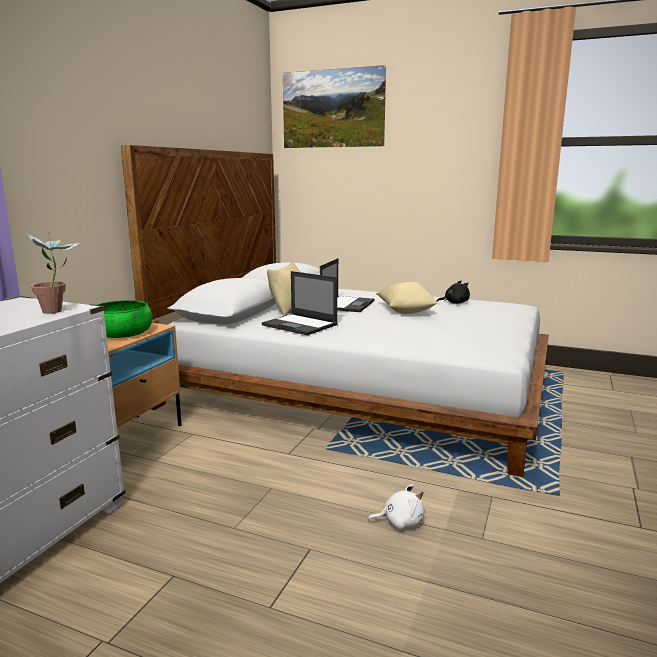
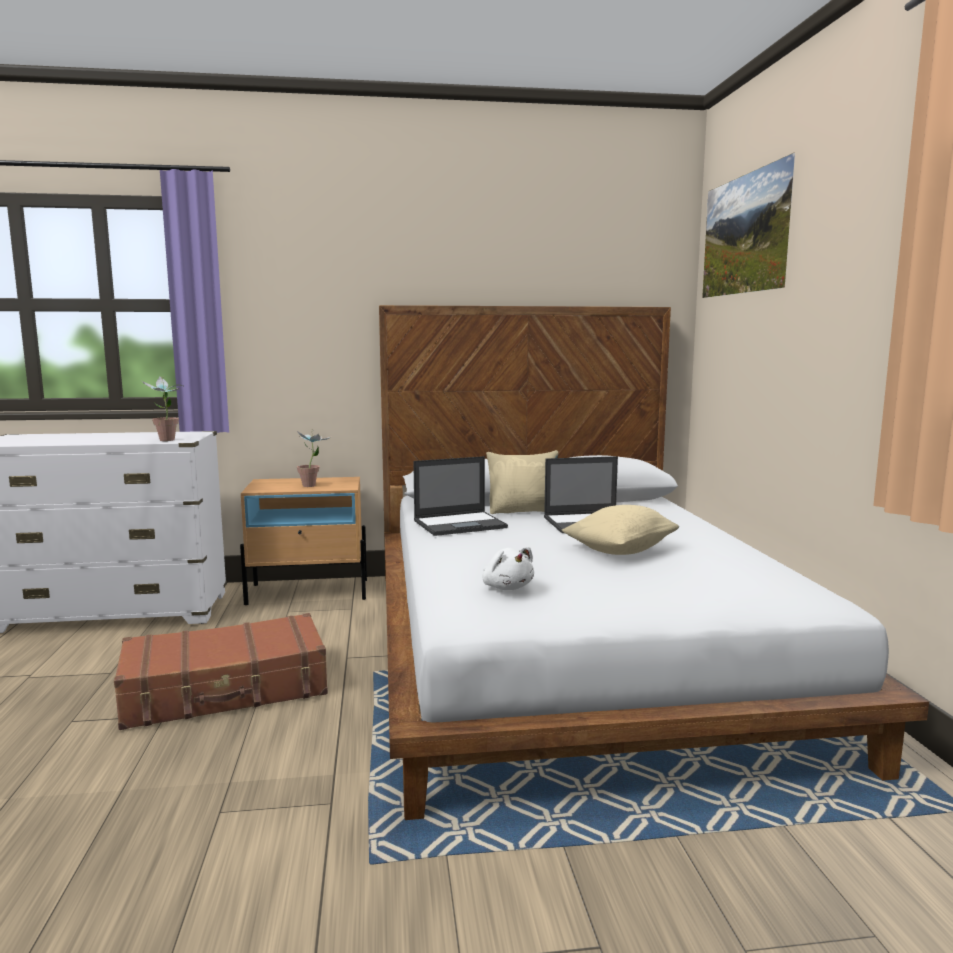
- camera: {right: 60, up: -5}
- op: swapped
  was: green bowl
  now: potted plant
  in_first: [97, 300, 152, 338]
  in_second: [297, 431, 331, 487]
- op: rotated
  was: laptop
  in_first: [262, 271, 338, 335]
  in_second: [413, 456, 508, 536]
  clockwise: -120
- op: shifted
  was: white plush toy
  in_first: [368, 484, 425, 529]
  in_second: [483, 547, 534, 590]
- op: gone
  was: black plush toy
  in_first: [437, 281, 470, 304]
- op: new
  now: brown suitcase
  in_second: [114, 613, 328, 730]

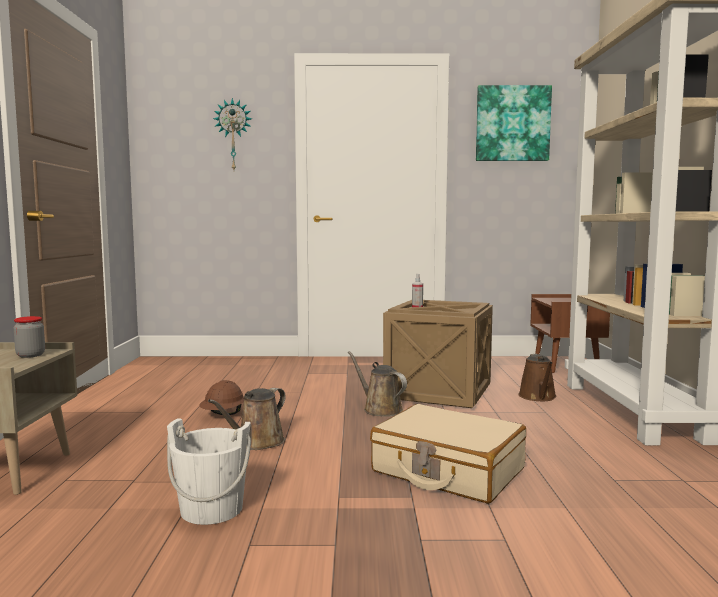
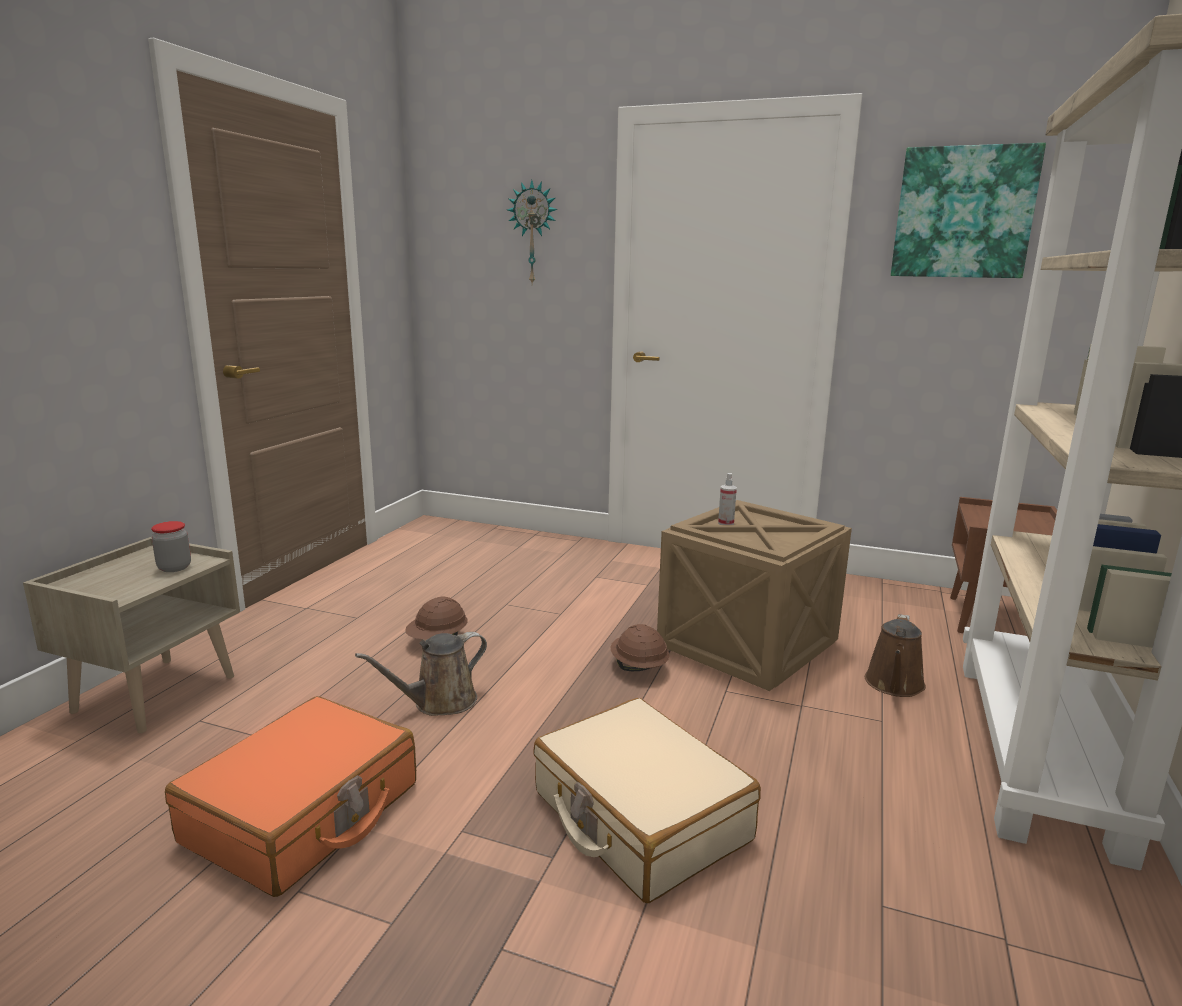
- camera: {right: 20, up: 10}
- op: swapped
  was: white bucket
  now: orange suitcase
  in_first: [167, 418, 251, 525]
  in_second: [165, 696, 416, 897]
- op: swapped
  was: brown watering can
  now: brown hard hat
  in_first: [348, 351, 407, 417]
  in_second: [611, 624, 669, 671]

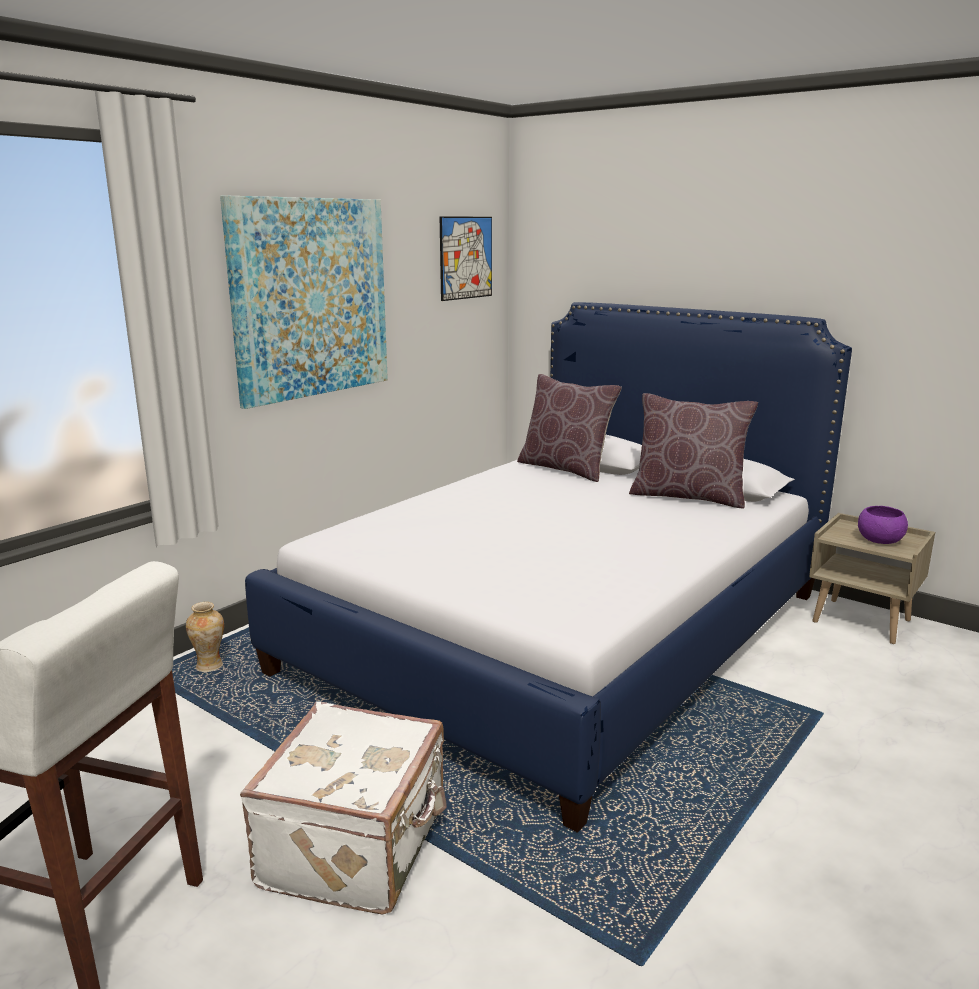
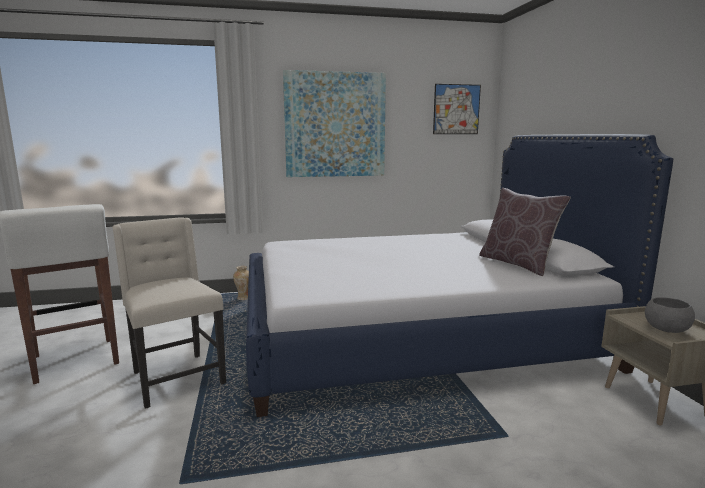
- camera: {right: 40, up: -5}
- op: swapped
  was: white suitcase
  now: beige chair
  in_first: [240, 701, 447, 915]
  in_second: [112, 217, 226, 409]
- op: gone
  was: brown pillow
  in_first: [517, 374, 622, 482]
- op: repainted
  was: purple bowl
  now: grey bowl
  in_first: [858, 506, 908, 544]
  in_second: [645, 298, 695, 333]

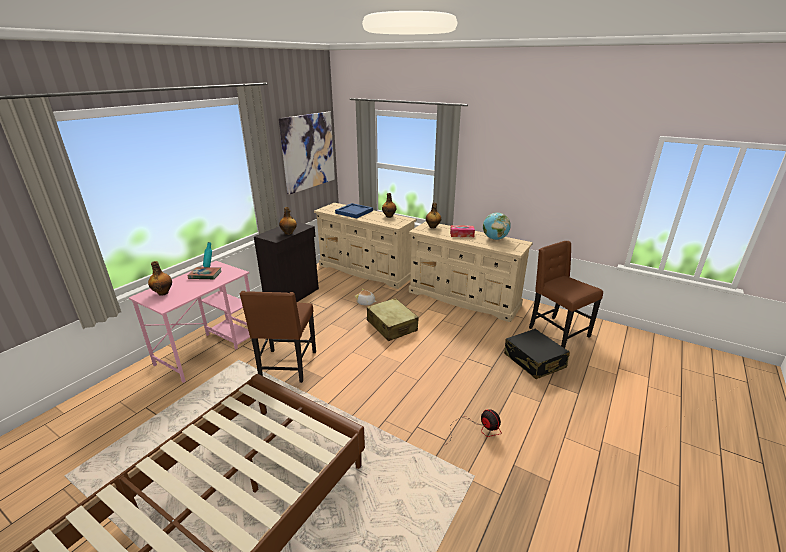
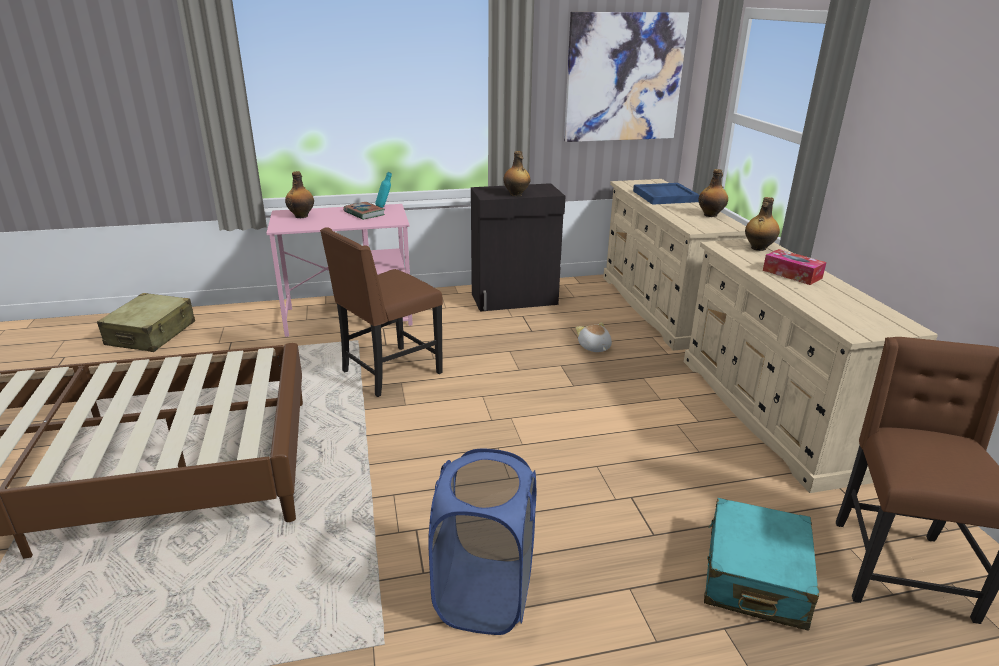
- camera: {right: 45, up: 0}
- op: shifted
  was: beige suitcase
  in_first: [367, 298, 419, 341]
  in_second: [97, 293, 195, 352]
- op: swapped
  was: fan
  now: blue laundry basket
  in_first: [445, 409, 502, 445]
  in_second: [429, 449, 537, 635]
- op: gone
  was: globe
  in_first: [483, 213, 511, 240]
- op: repainted
  was: black suitcase
  now: turquoise suitcase
  in_first: [504, 329, 570, 379]
  in_second: [704, 498, 819, 631]

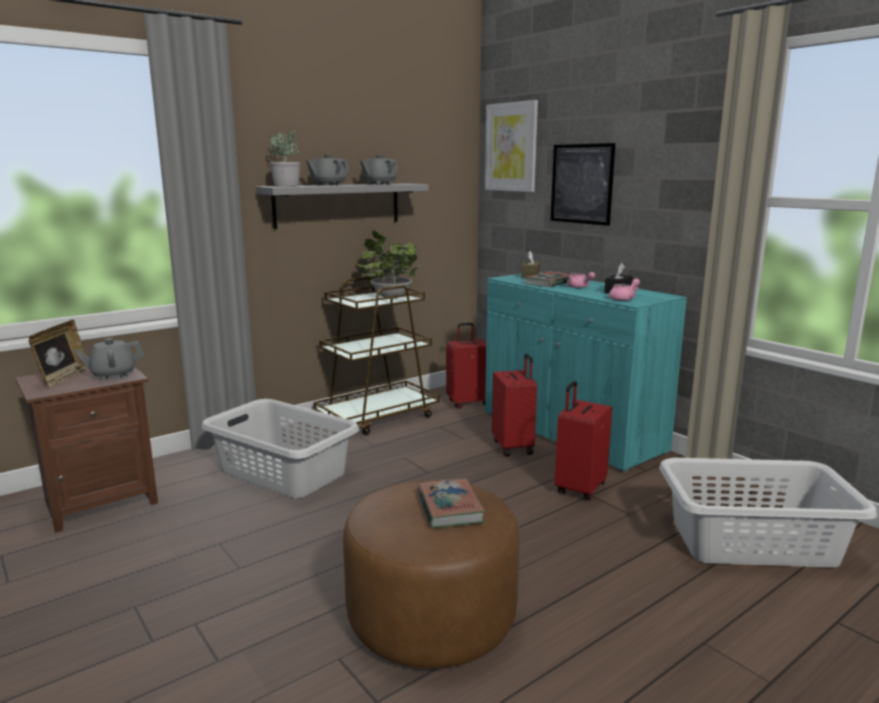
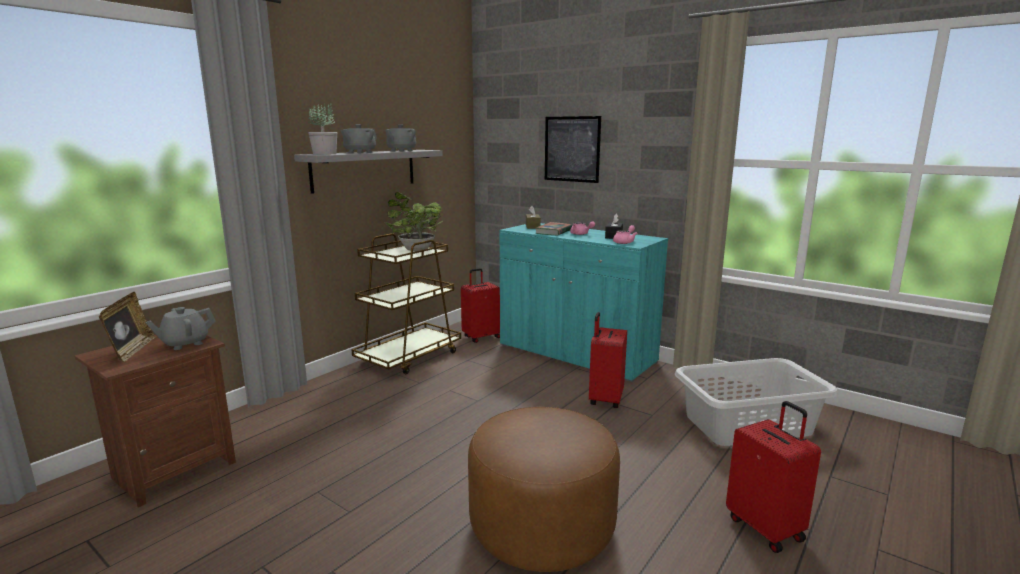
- camera: {right: -15, up: 0}
- op: gone
  was: grey laundry basket
  in_first: [201, 399, 359, 498]
- op: gone
  was: book
  in_first: [417, 479, 486, 528]
- op: gone
  was: picture
  in_first: [485, 100, 538, 192]
- op: shifted
  was: red suitcase
  in_first: [492, 353, 537, 457]
  in_second: [726, 401, 821, 553]

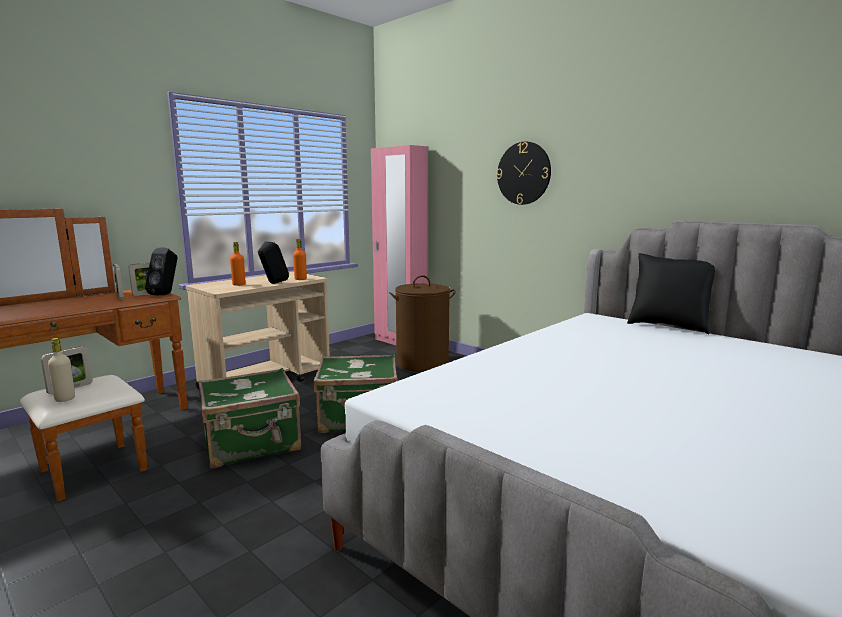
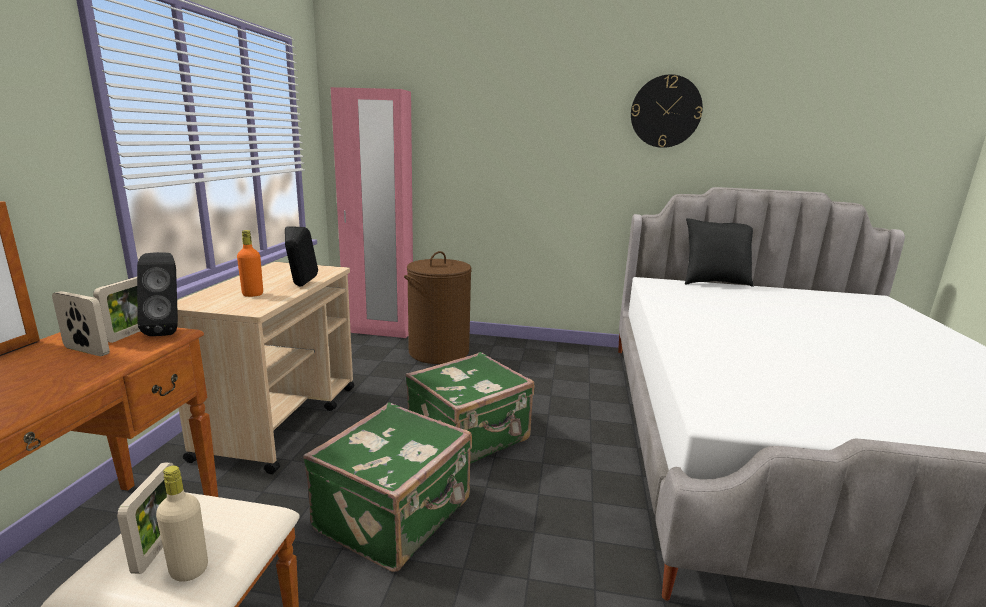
- camera: {right: -35, up: 5}
- op: gone
  was: orange bottle
  in_first: [293, 239, 307, 280]
- op: shifted
  was: wall clock
  in_first: [496, 142, 551, 205]
  in_second: [631, 74, 703, 148]

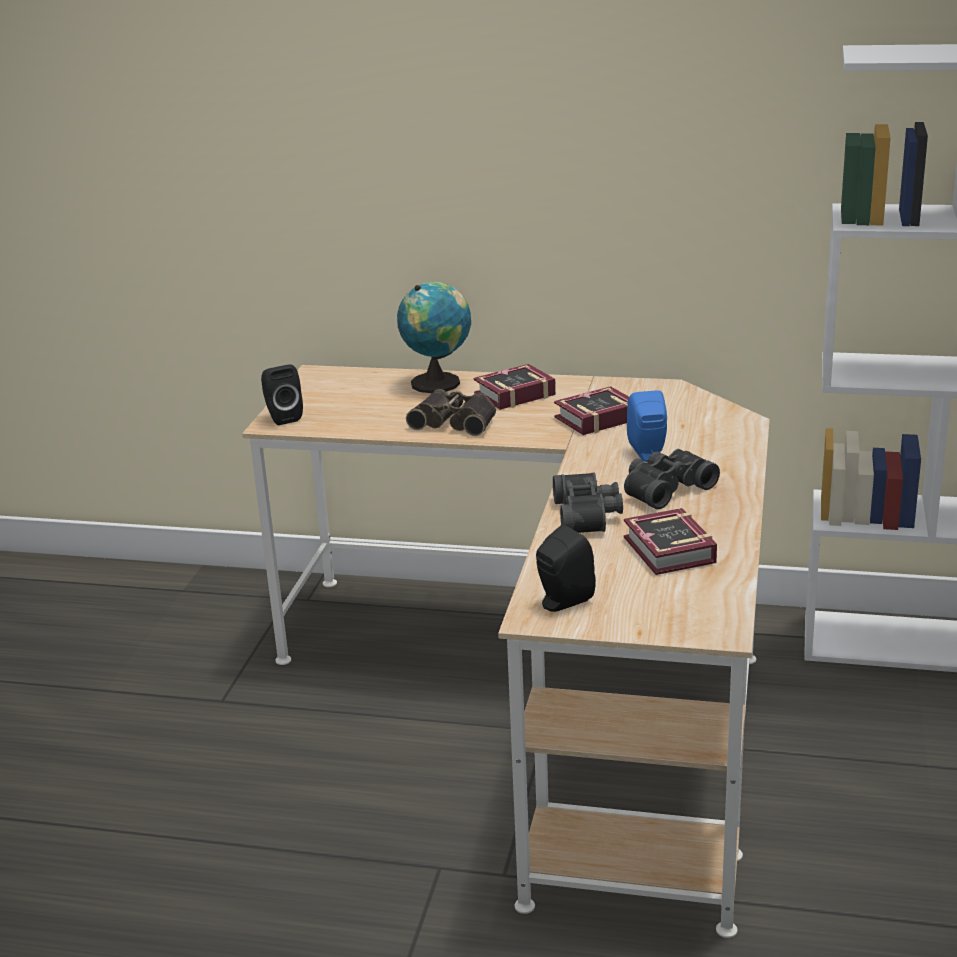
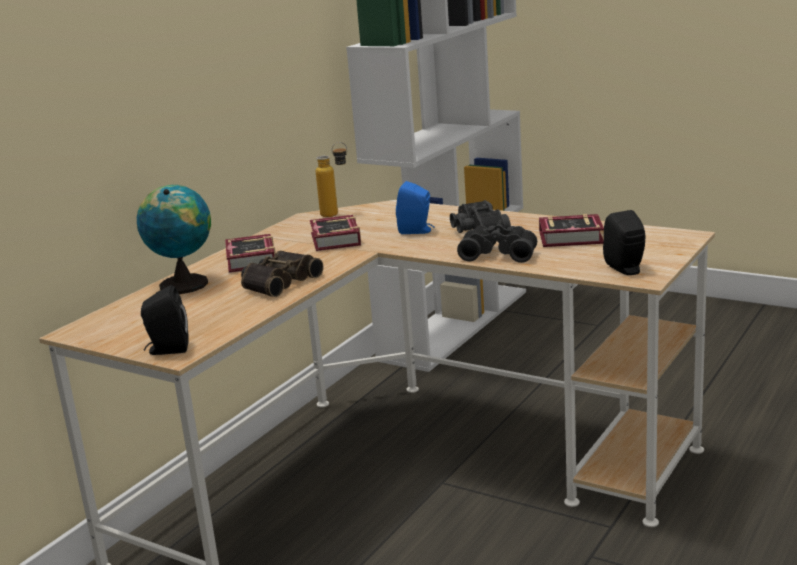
- camera: {right: -70, up: -5}
- op: new
  now: bottle
  in_second: [316, 142, 347, 217]

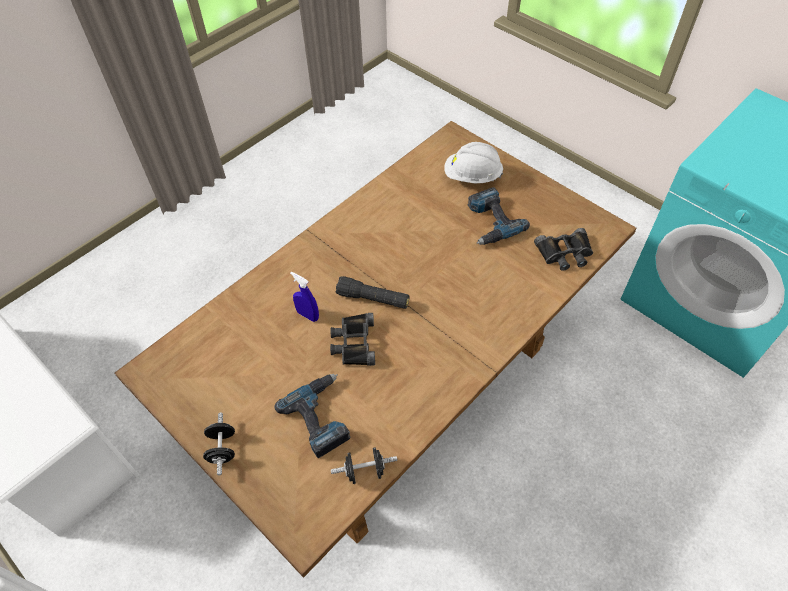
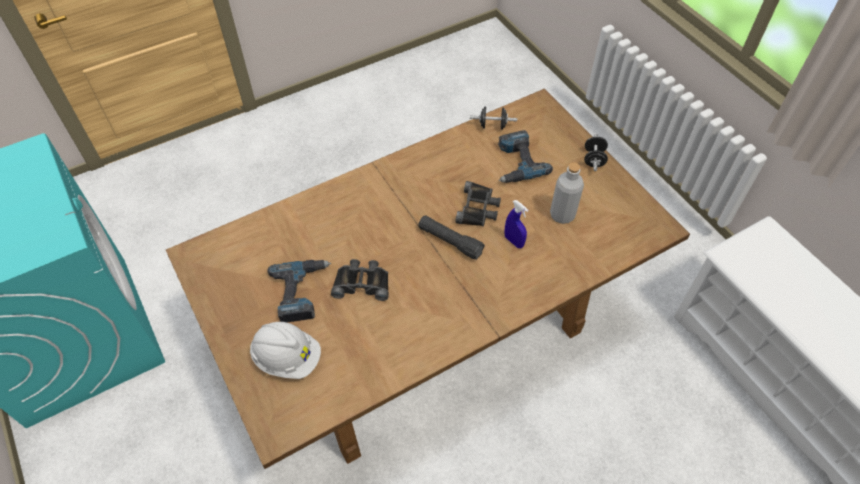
- camera: {right: -165, up: 0}
- op: shifted
  was: black binoculars
  in_first: [534, 228, 593, 271]
  in_second: [331, 259, 389, 301]
- op: new
  now: grey bottle
  in_second: [550, 163, 584, 224]

